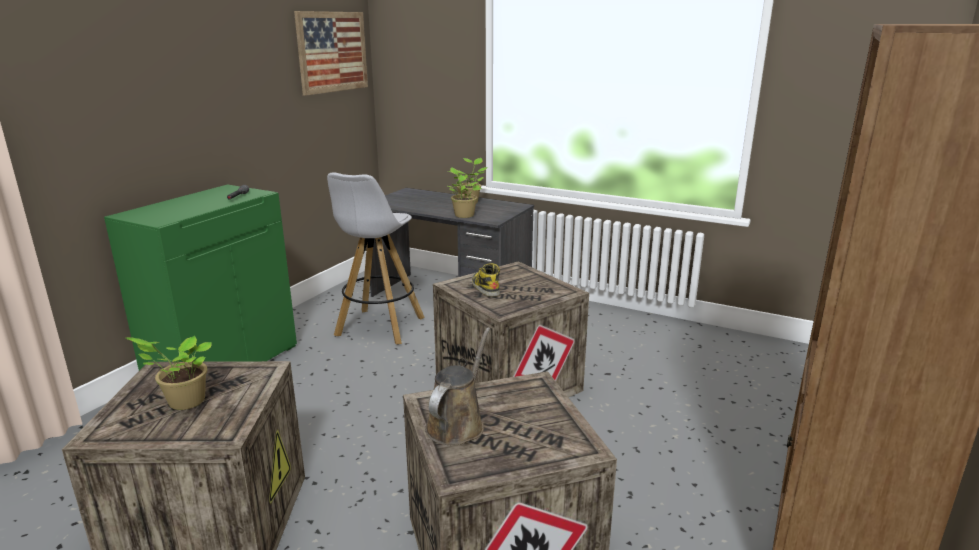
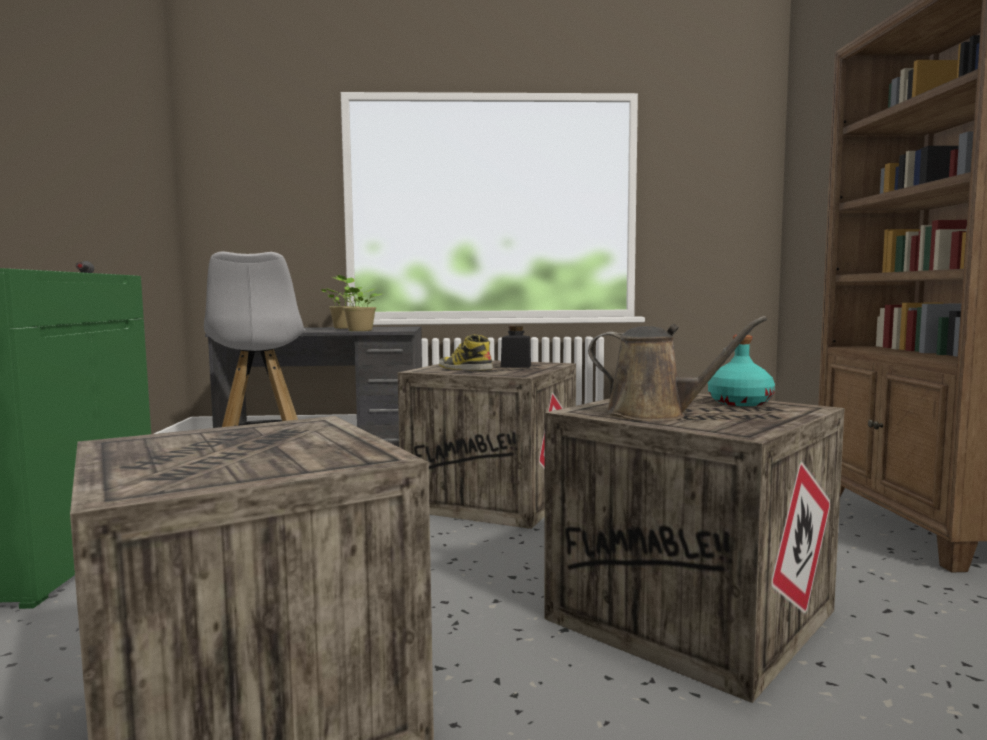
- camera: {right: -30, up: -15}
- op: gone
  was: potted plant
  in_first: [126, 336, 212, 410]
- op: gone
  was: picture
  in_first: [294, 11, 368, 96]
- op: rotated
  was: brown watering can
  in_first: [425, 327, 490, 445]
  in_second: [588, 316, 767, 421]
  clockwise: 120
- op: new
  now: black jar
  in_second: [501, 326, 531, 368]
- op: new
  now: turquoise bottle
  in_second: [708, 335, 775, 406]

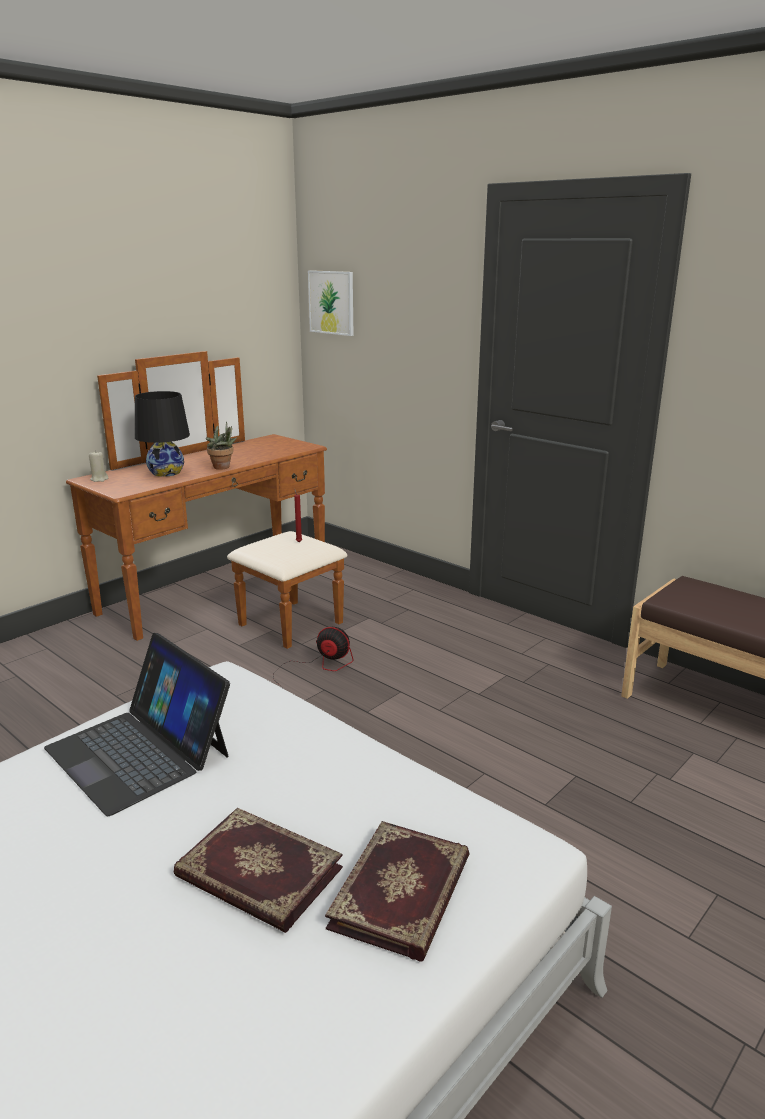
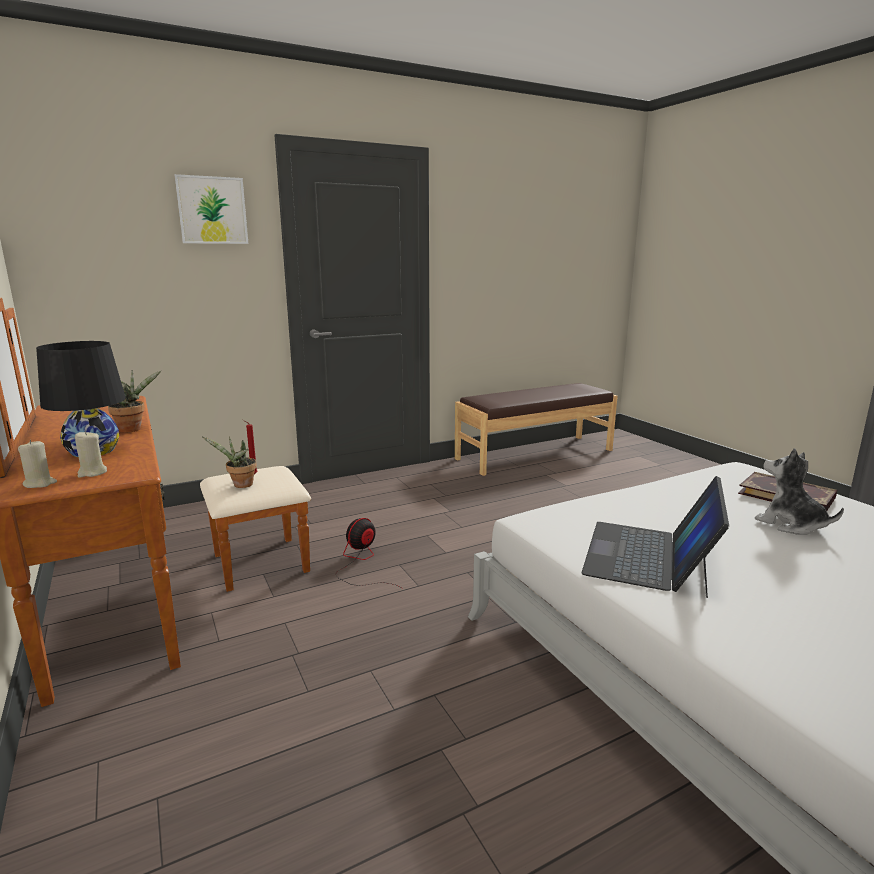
- camera: {right: -70, up: -5}
- op: rotated
  was: laptop
  in_first: [44, 633, 230, 817]
  in_second: [582, 476, 729, 598]
  clockwise: 135
- op: swapped
  was: book
  now: plush toy
  in_first: [173, 808, 343, 933]
  in_second: [754, 448, 844, 535]
- op: shifted
  was: picture
  in_first: [308, 270, 354, 336]
  in_second: [174, 174, 248, 244]
- op: new
  now: beige candle
  in_second: [75, 431, 107, 478]
- op: new
  now: potted plant
  in_second: [202, 436, 257, 488]

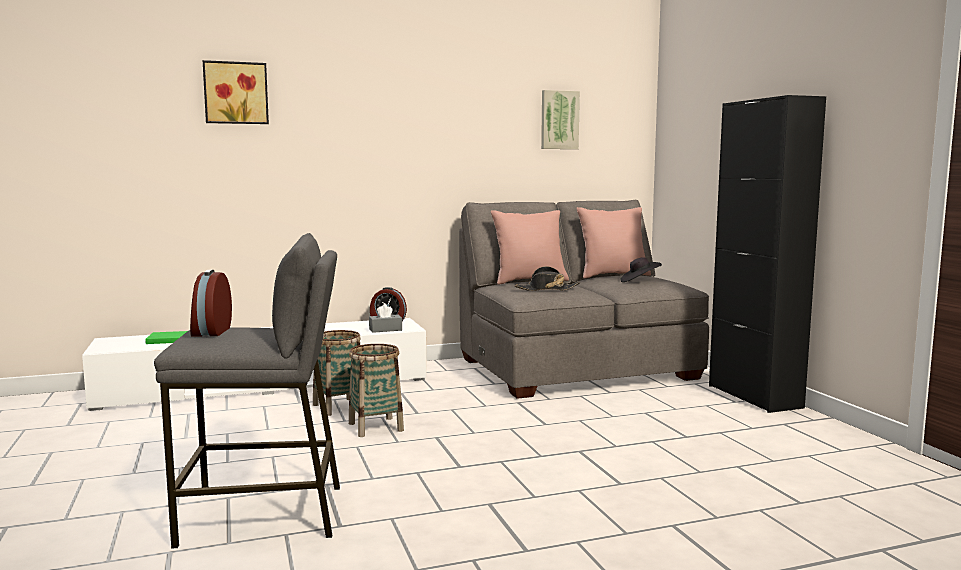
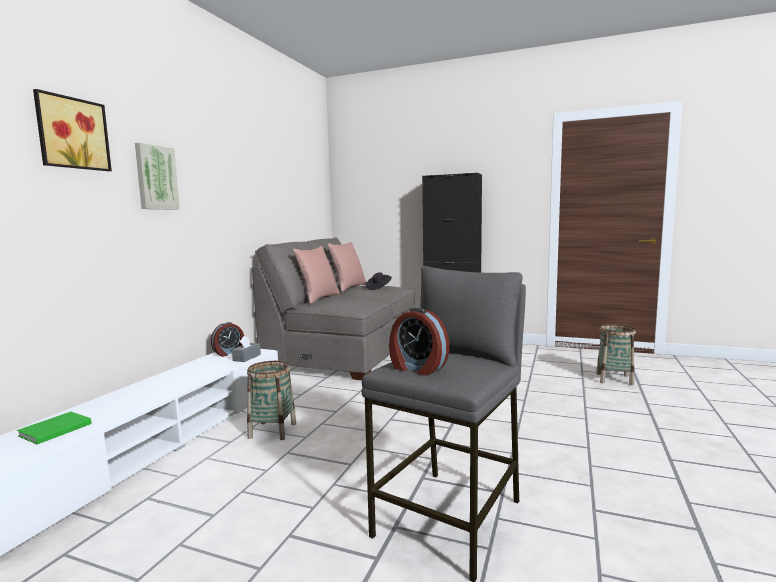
- camera: {right: -50, up: 0}
- op: shifted
  was: basket
  in_first: [349, 344, 404, 437]
  in_second: [596, 324, 636, 385]
- op: gone
  was: black hat
  in_first: [515, 266, 580, 291]
- op: shifted
  was: picture
  in_first: [541, 90, 580, 149]
  in_second: [135, 143, 180, 209]

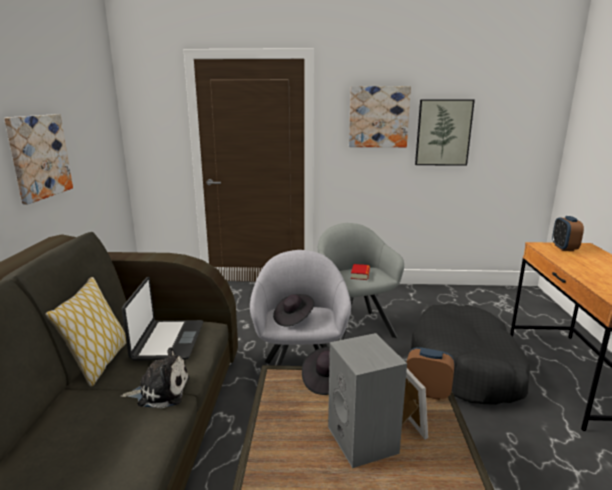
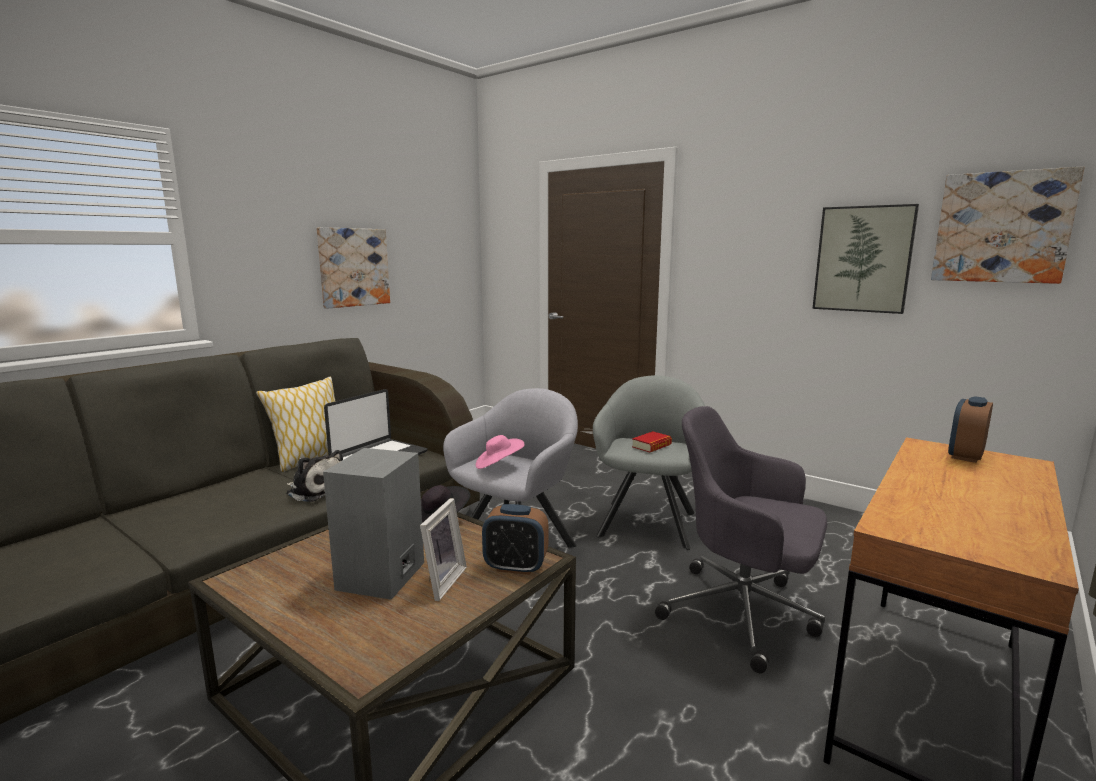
- camera: {right: 35, up: -5}
- op: repainted
  was: black hat
  now: pink hat
  in_first: [273, 294, 314, 327]
  in_second: [476, 435, 525, 469]
- op: shifted
  was: picture
  in_first: [349, 86, 411, 147]
  in_second: [931, 166, 1084, 284]
- op: rotated
  was: alarm clock
  in_first: [406, 347, 454, 400]
  in_second: [482, 504, 548, 575]
  clockwise: 135
- op: swapped
  was: black dog bed
  now: grey office chair
  in_first: [411, 304, 530, 405]
  in_second: [655, 406, 827, 673]

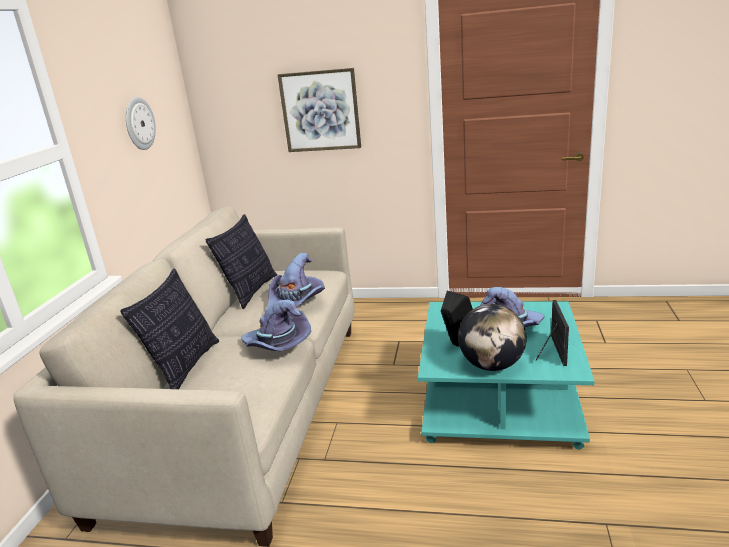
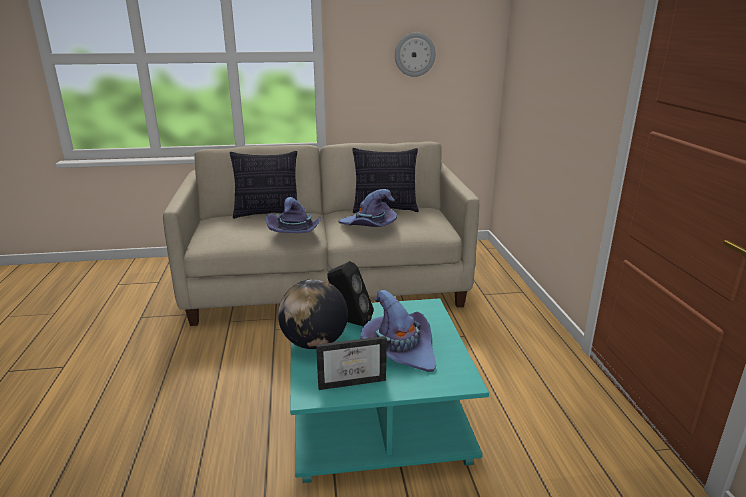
- camera: {right: 70, up: 0}
- op: gone
  was: picture
  in_first: [278, 68, 361, 152]

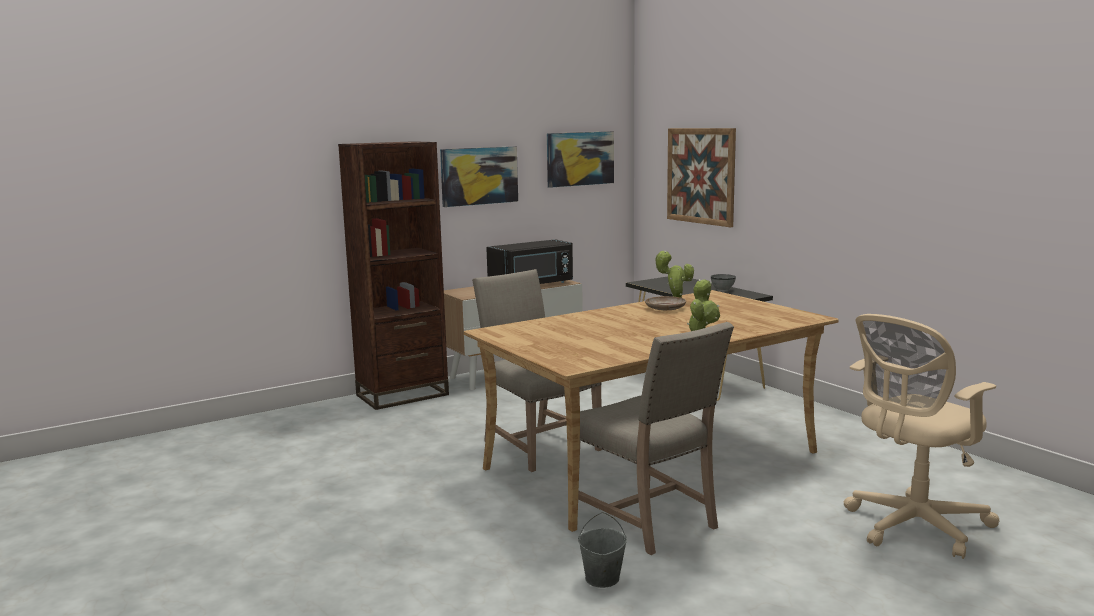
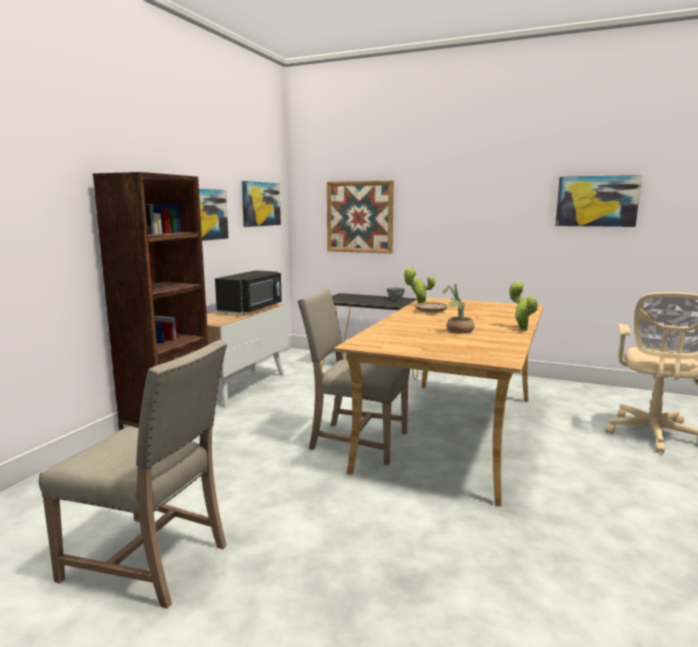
- camera: {right: -35, up: 0}
- op: shifted
  was: beige chair
  in_first: [578, 322, 734, 555]
  in_second: [39, 340, 227, 609]
- op: gone
  was: grey bucket
  in_first: [578, 512, 627, 588]
- op: new
  now: potted plant
  in_second: [442, 284, 475, 333]
- op: new
  now: picture
  in_second: [555, 175, 642, 227]

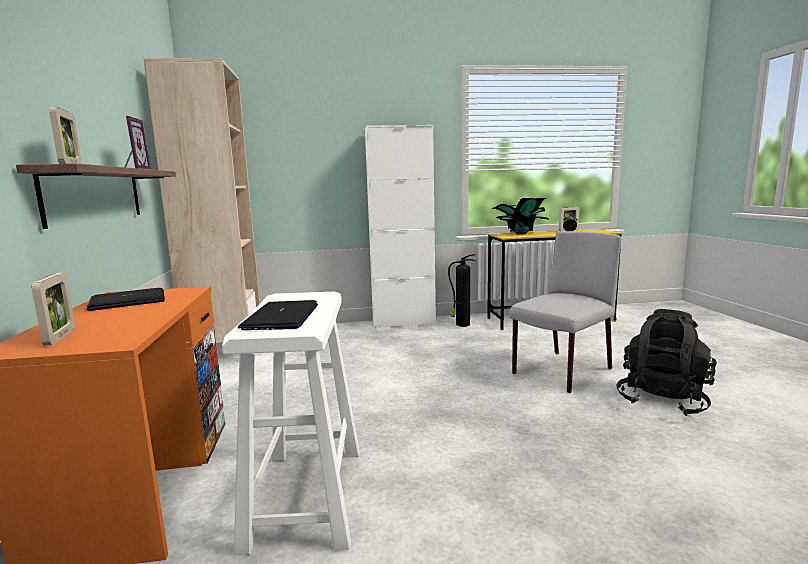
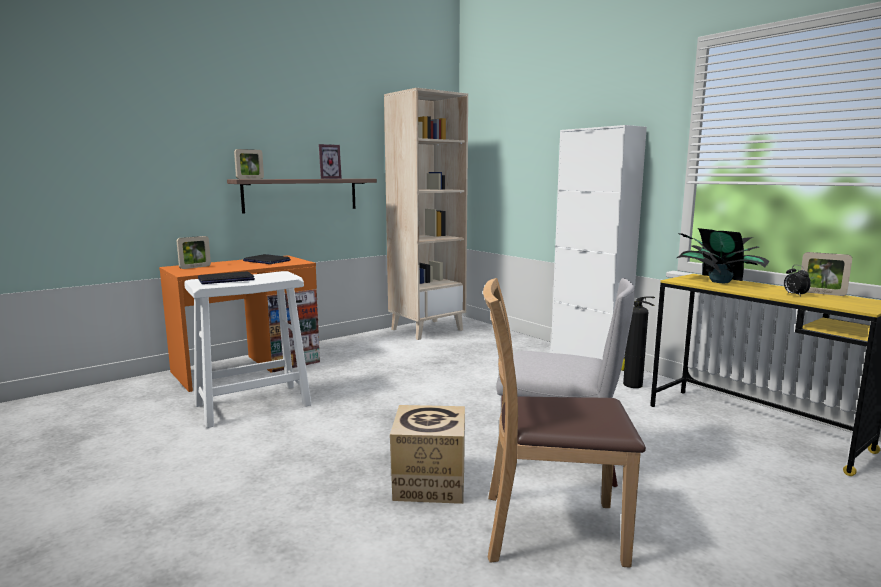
- camera: {right: 60, up: 0}
- op: swapped
  was: black backpack
  now: brown chair
  in_first: [616, 309, 717, 416]
  in_second: [483, 278, 646, 568]
- op: new
  now: cardboard box
  in_second: [390, 405, 465, 504]

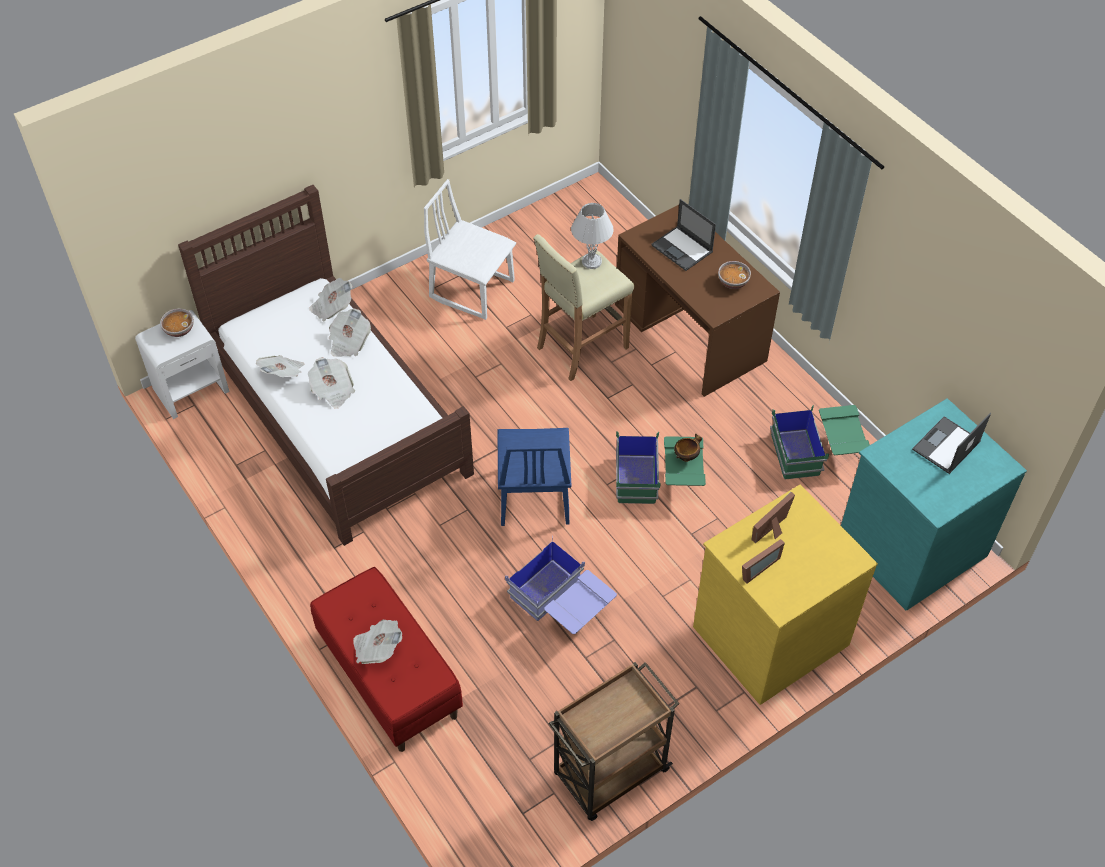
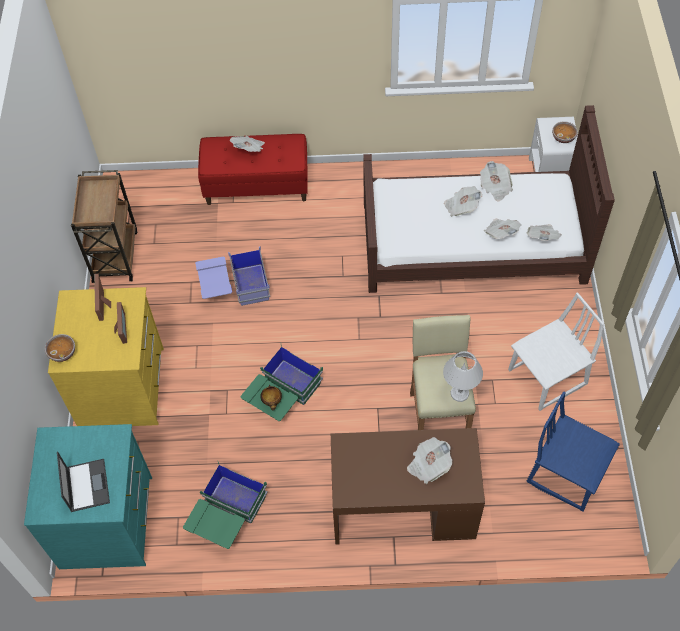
- camera: {right: 125, up: 5}
- op: shifted
  was: blue chair
  in_first: [498, 428, 571, 526]
  in_second: [526, 392, 620, 512]
- op: swapped
  was: laptop
  now: newspaper
  in_first: [651, 199, 716, 271]
  in_second: [407, 437, 452, 484]
- op: shifted
  was: bowl
  in_first: [718, 261, 751, 289]
  in_second: [45, 334, 75, 362]

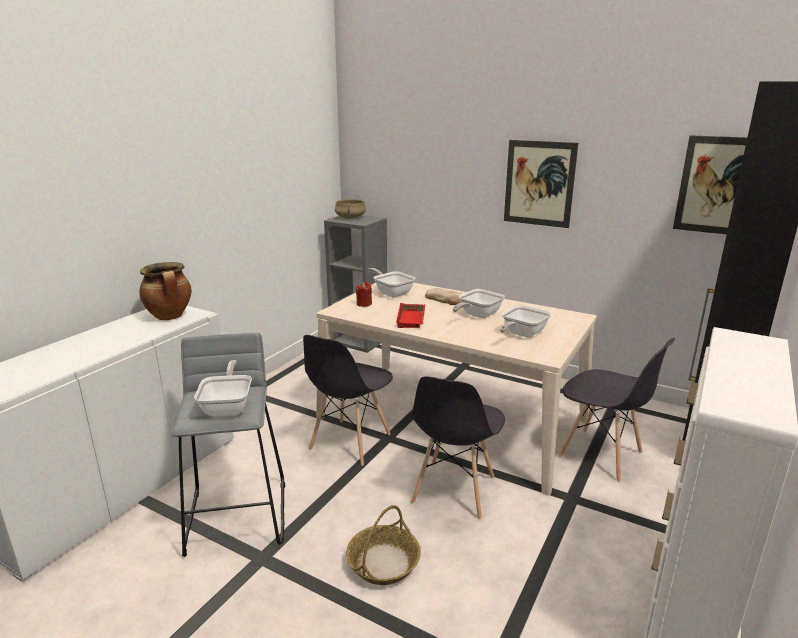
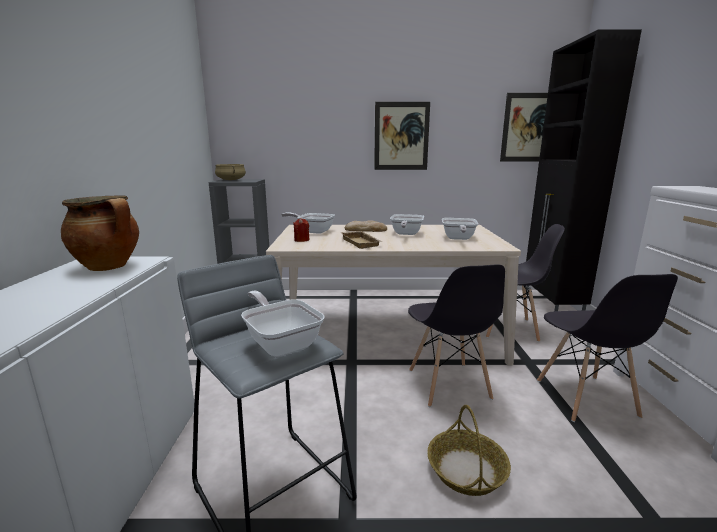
- camera: {right: -30, up: -5}
- op: shifted
  was: grey chair
  in_first: [303, 335, 393, 466]
  in_second: [537, 274, 678, 422]
- op: repainted
  was: red tray
  now: beige tray
  in_first: [396, 303, 425, 328]
  in_second: [341, 231, 383, 249]

